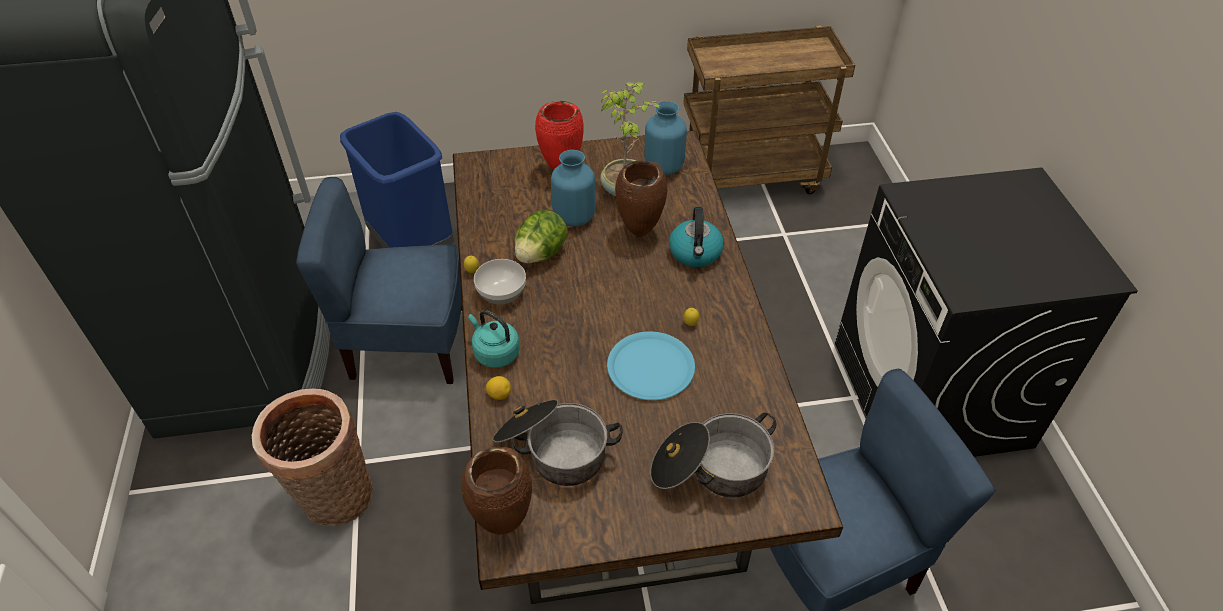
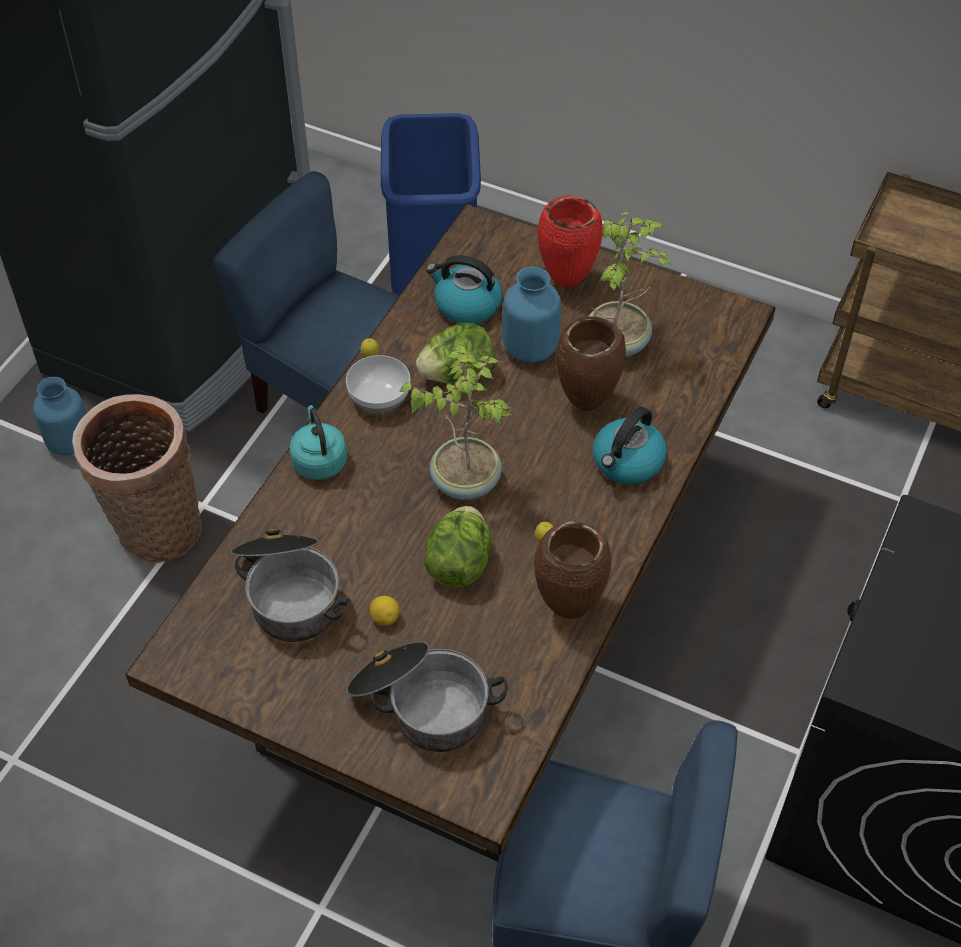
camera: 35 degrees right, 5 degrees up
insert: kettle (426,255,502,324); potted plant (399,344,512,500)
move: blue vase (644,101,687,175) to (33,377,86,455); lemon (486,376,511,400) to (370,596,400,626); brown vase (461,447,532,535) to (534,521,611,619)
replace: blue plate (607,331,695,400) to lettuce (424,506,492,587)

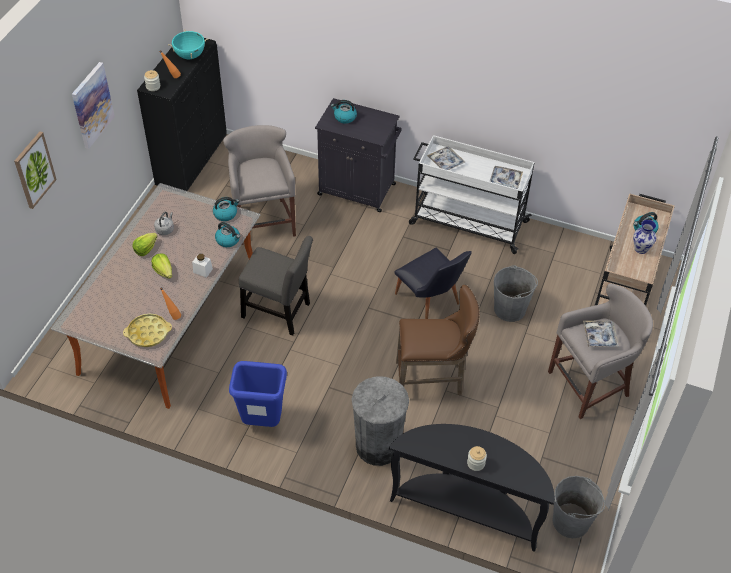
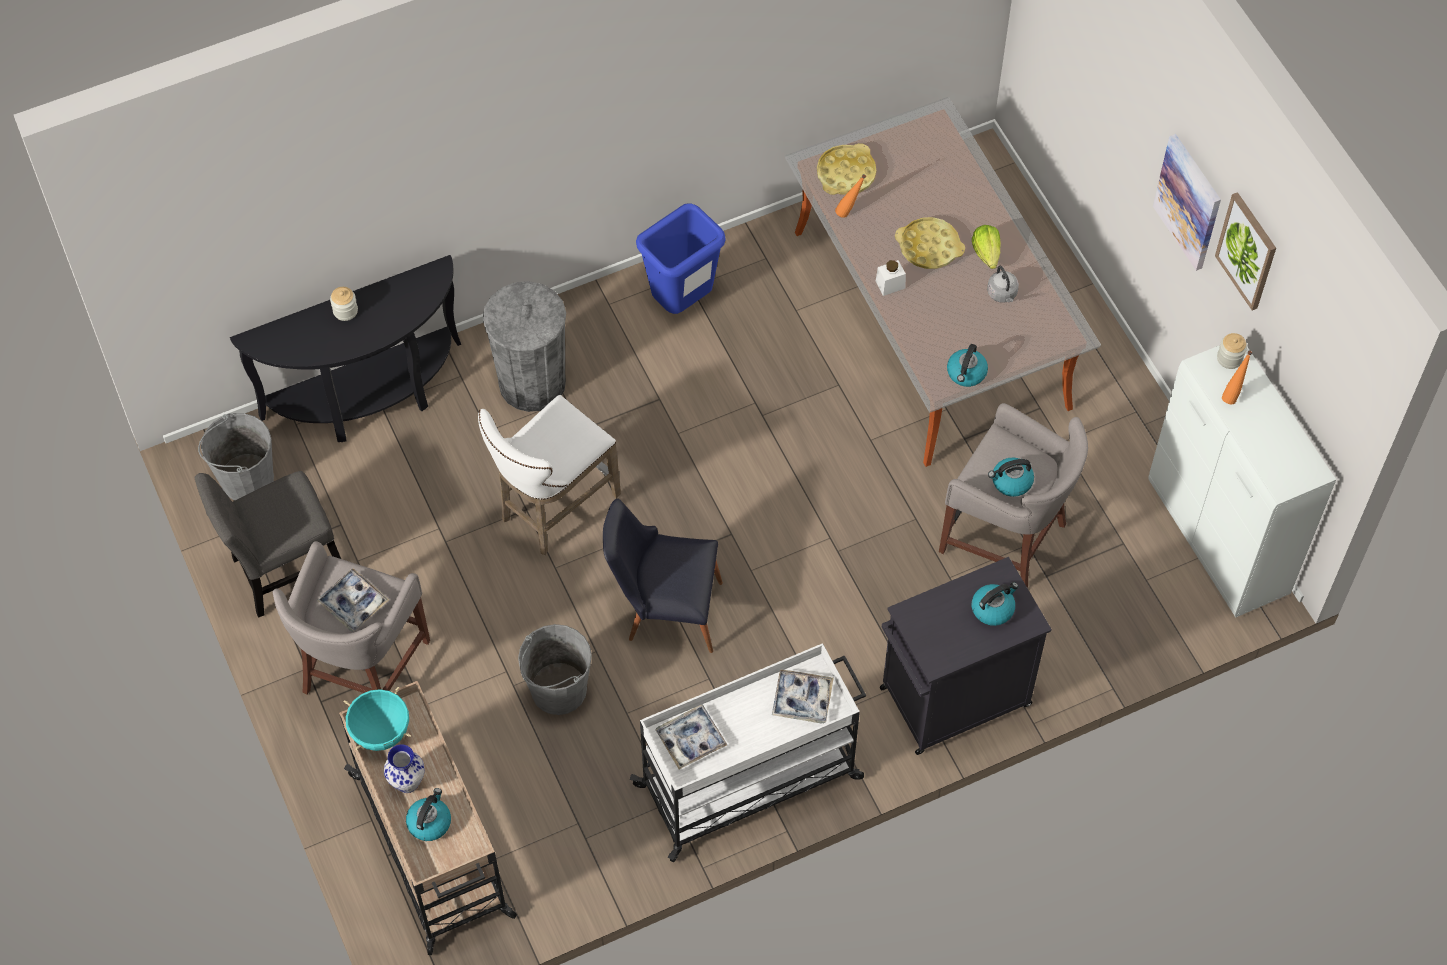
camera: 135 degrees right, 10 degrees up
move: turquoise cooking pot (168,30,209,59) to (344,687,411,751); picture (14,132,57,209) to (1215,192,1276,310); kettle (215,222,240,247) to (988,457,1034,497); grey chair (239,236,313,336) to (194,471,341,617)
replace: lettuce (151,253,172,279) to yellow tray (895,217,965,269)
recolor: black cabinet (137,38,227,191) to white cabinet (1148,345,1336,617); brown stool (396,285,480,396) to white stool (478,395,621,555)

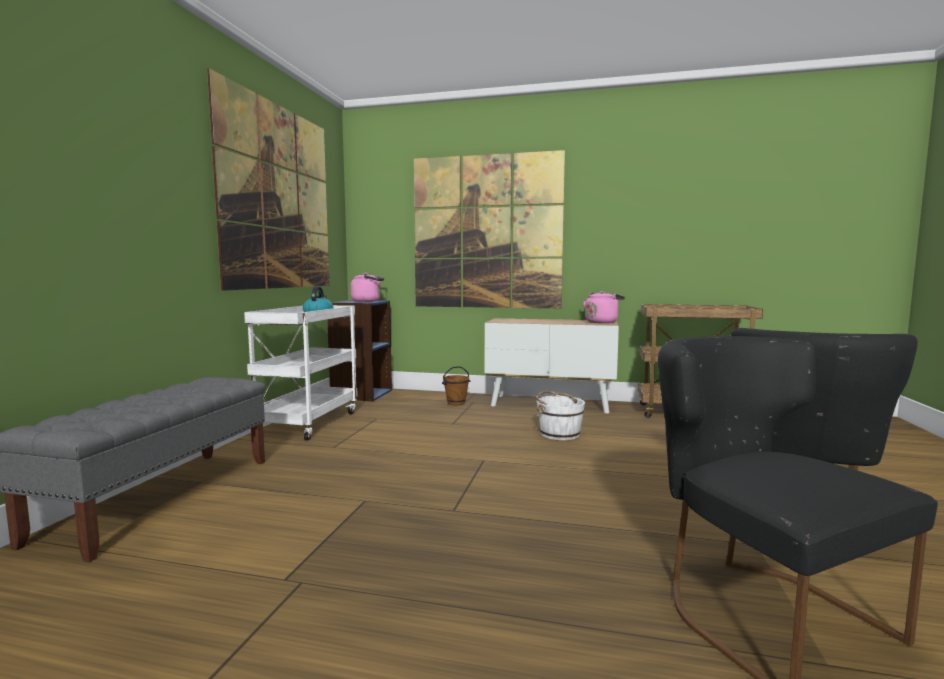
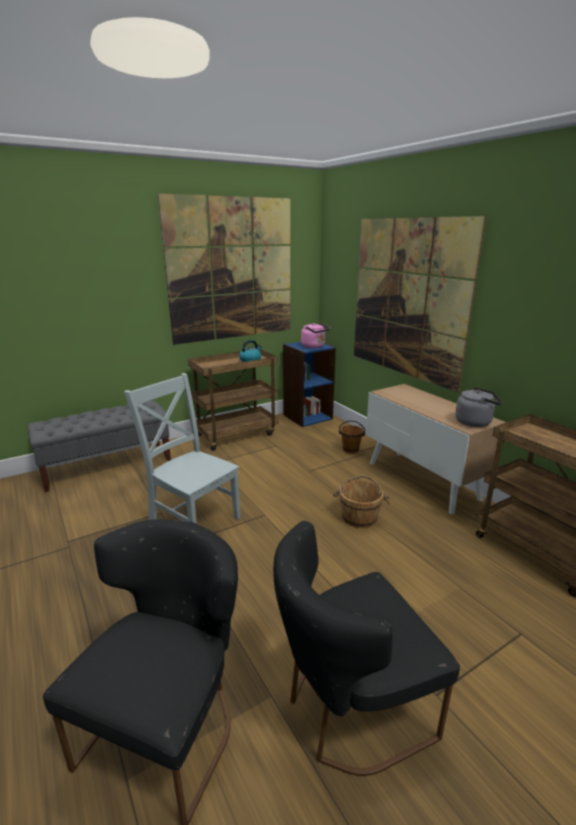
camera: 45 degrees right, 15 degrees up
insert: grey chair (124,373,241,524)
recolor: pink kettle (583,291,625,323) to grey kettle (455,387,502,427); white cart (244,305,358,440) to brown cart (188,349,278,451); white bucket (536,391,585,441) to brown bucket (333,475,390,528)

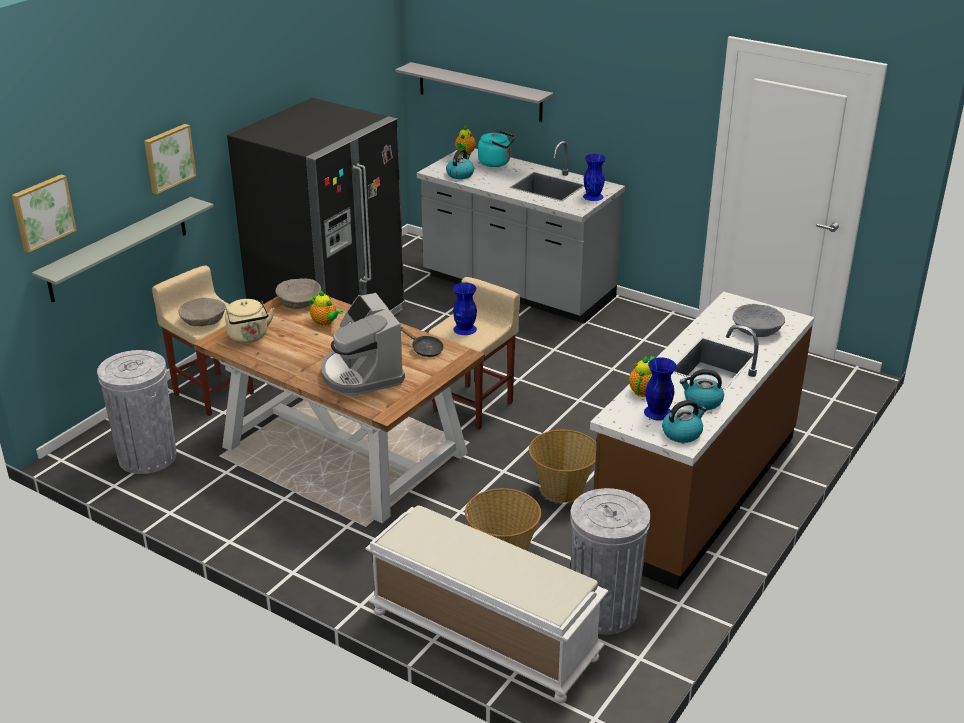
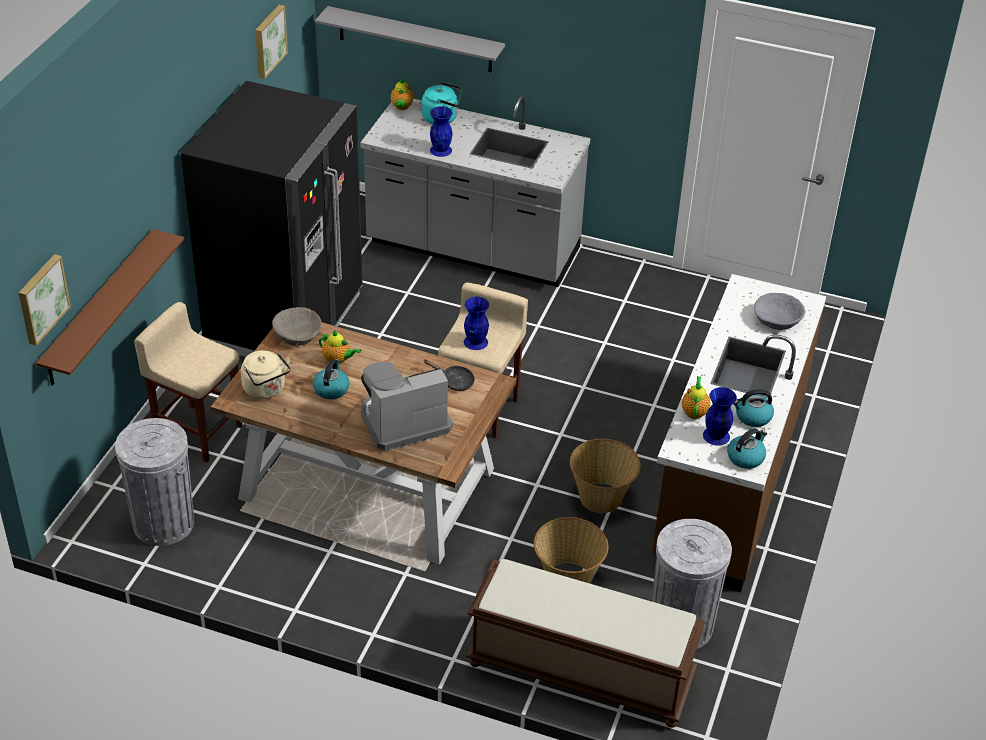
camera: 15 degrees left, 10 degrees up
delete: beige bowl (178,298,226,326)
move: picture (144,124,196,194) to (255,5,288,79); kettle (446,149,474,179) to (313,359,349,399); blue vase (583,154,606,201) to (430,106,453,157)
recolor: grey shelf (32,197,214,302) to brown shelf (36,229,184,386); white bench (365,505,608,703) to brown bench (466,559,706,728)
rotate: coffee machine (321,293,405,395) = (361,361,453,451) 105 degrees clockwise

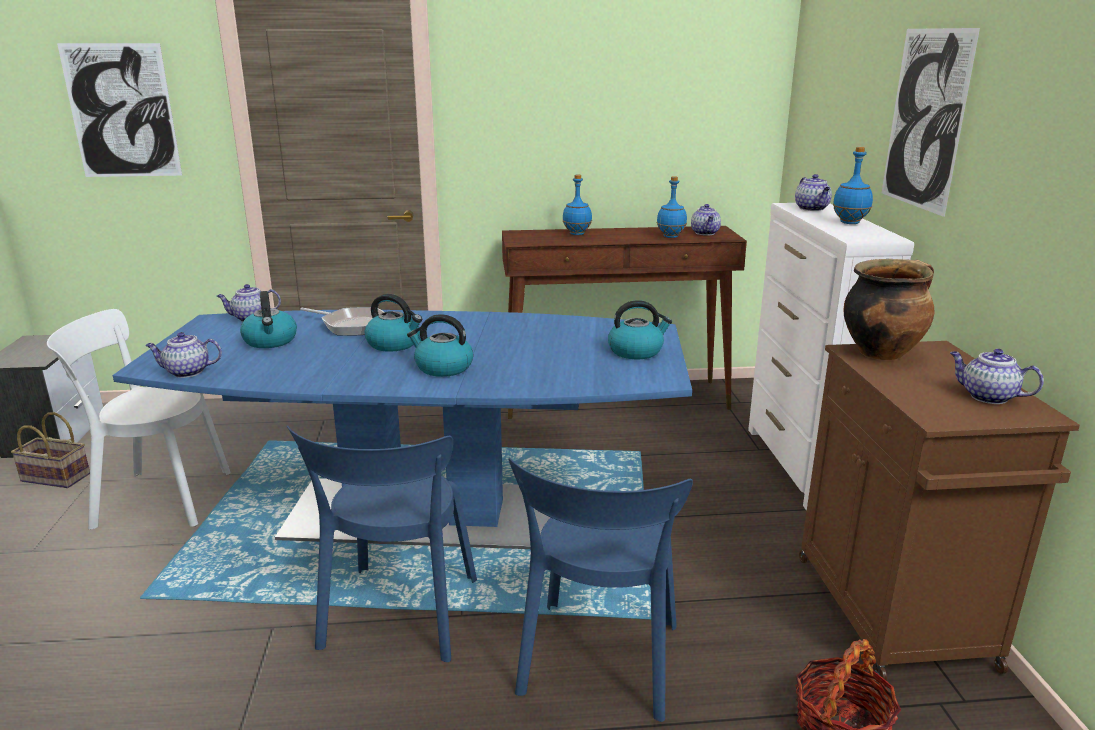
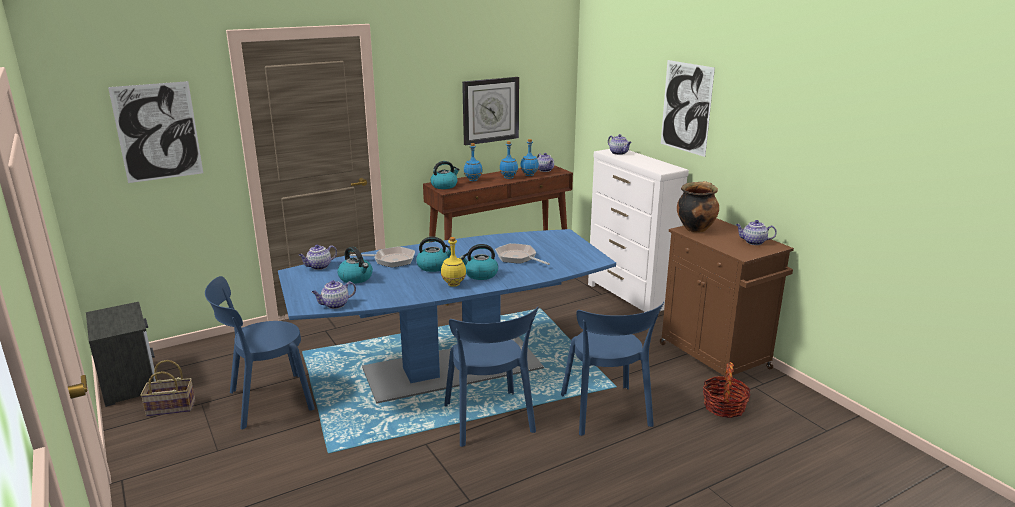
camera: 25 degrees left, 0 degrees up
insert: wall clock (462,77,519,145); yellow bottle (441,237,466,287); frying pan (495,243,550,265)
move: blue bottle (833,147,873,224) to (499,141,518,179); kettle (608,300,672,359) to (430,161,460,189)
recolor: white chair (47,309,231,530) to blue chair (205,276,315,430)

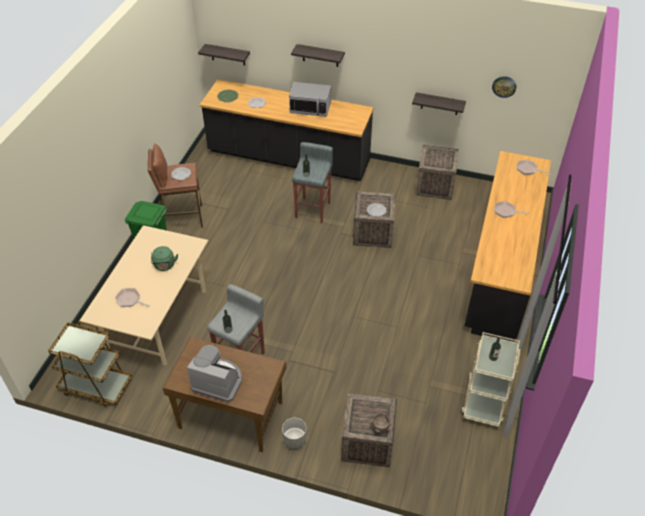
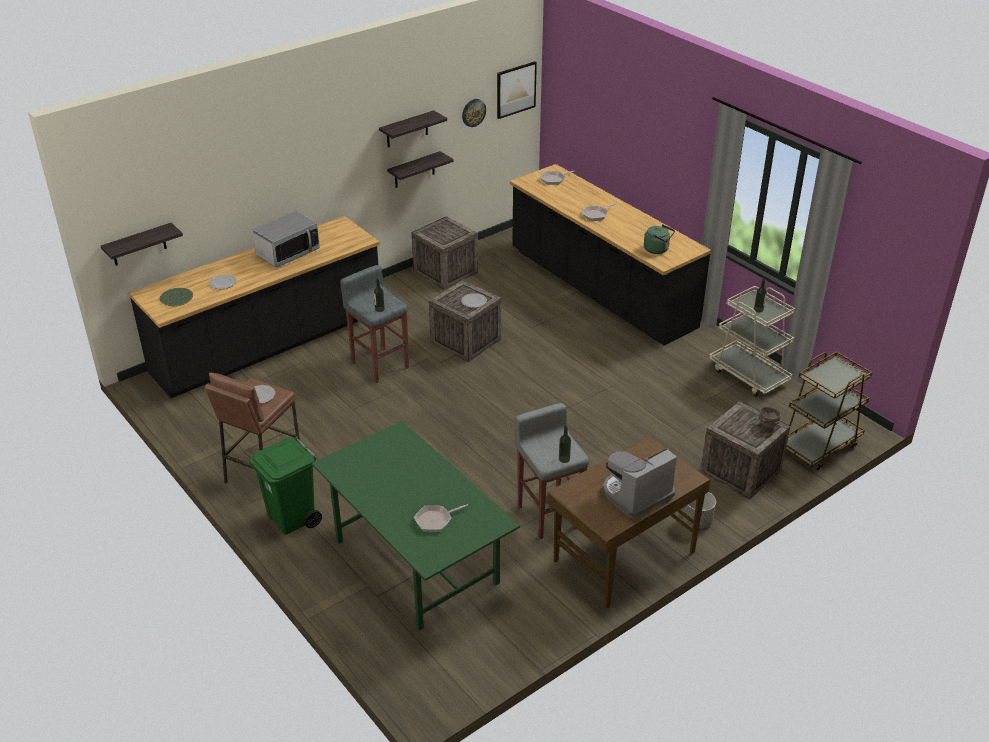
camera: 55 degrees left, 10 degrees down
insert: picture (497,61,537,119)
move: shelf (291,44,345,67) to (379,110,447,147); green kettle (151,246,178,271) to (644,224,675,254); brown cart (48,322,132,406) to (786,351,873,470)
recolor: beige dining table (79,225,208,365) to green dining table (312,421,520,631)

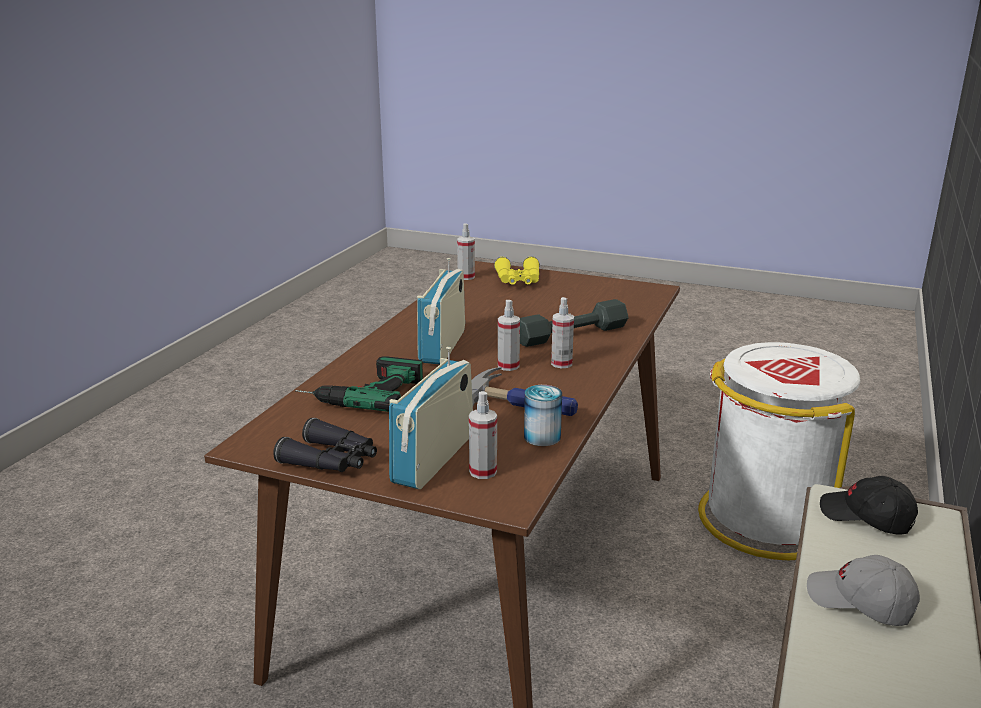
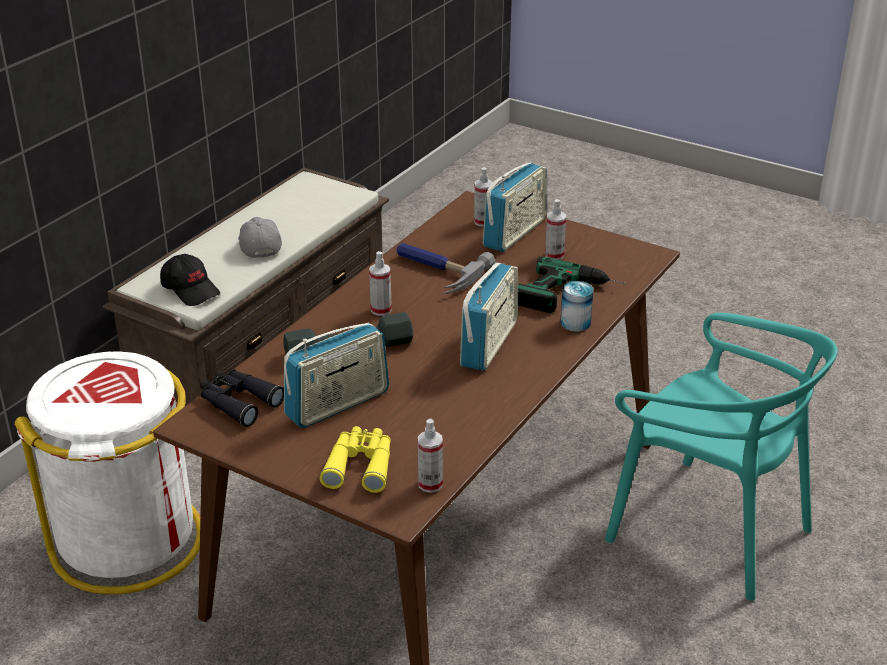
camera: 170 degrees left, 10 degrees up
insert: turquoise chair (605,313,837,601); radio (284,323,389,428)
move: spray bottle (498,300,520,371) to (545,199,566,260); can (524,385,562,446) to (560,281,593,332); black binoculars (273,418,377,472) to (200,369,284,427)
rotate: grey cap (807,555,920,626) = (238,217,282,258) 150 degrees counterclockwise

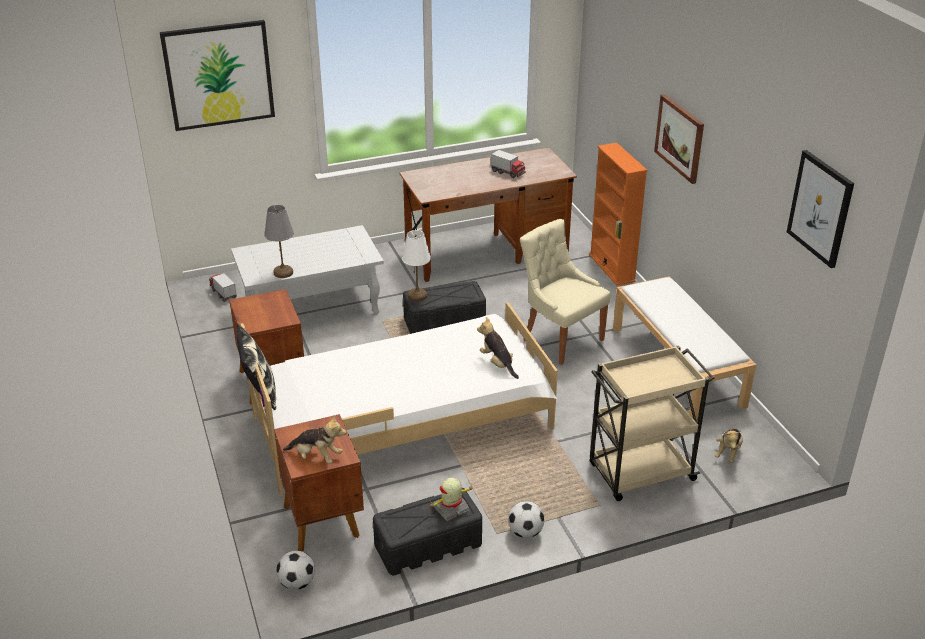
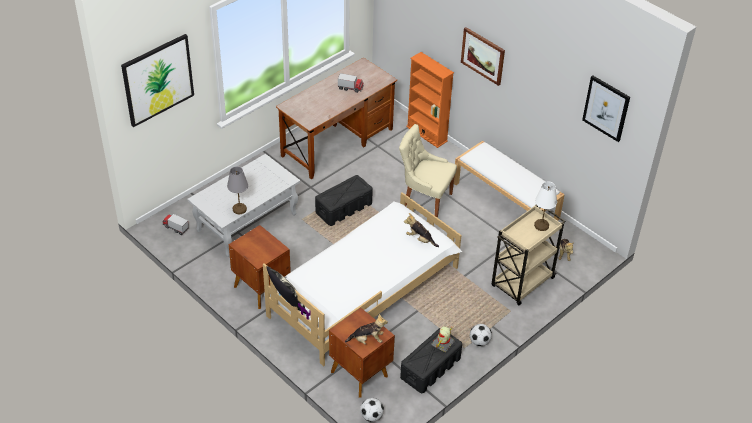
camera: 25 degrees left, 10 degrees up
move: white table lamp (402,230,431,301) to (534,182,557,231)

